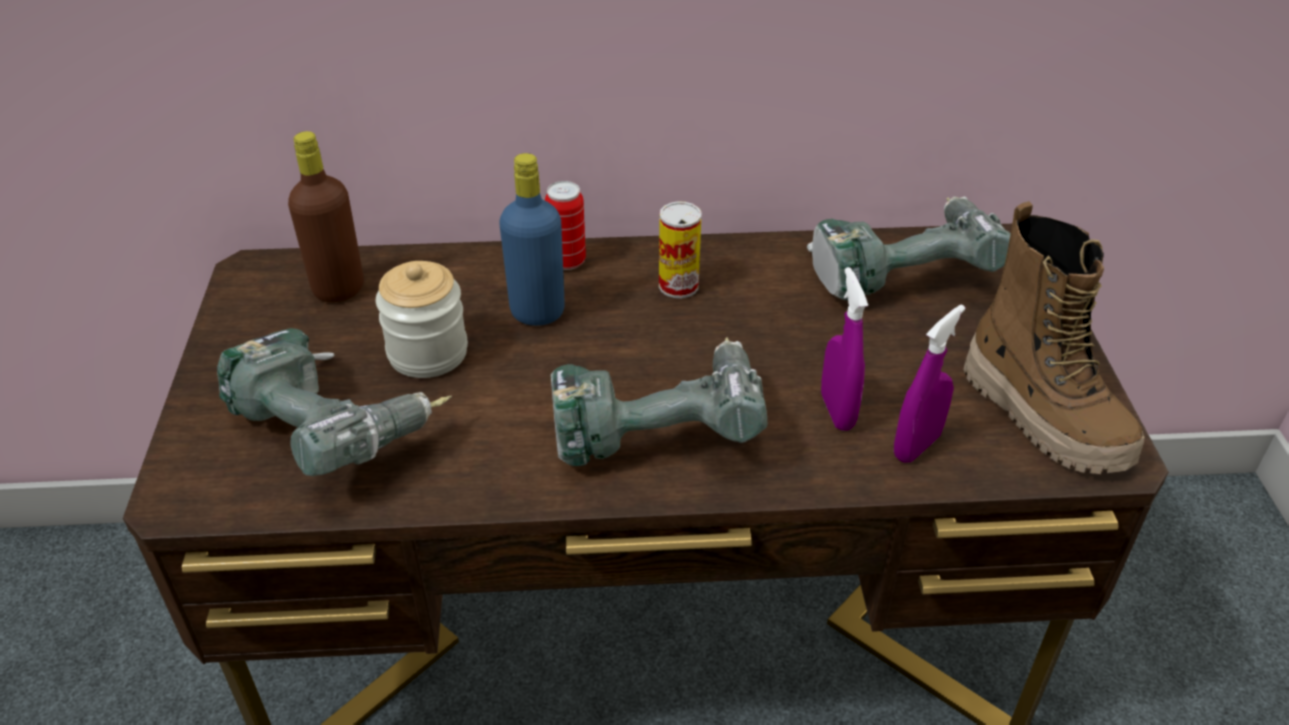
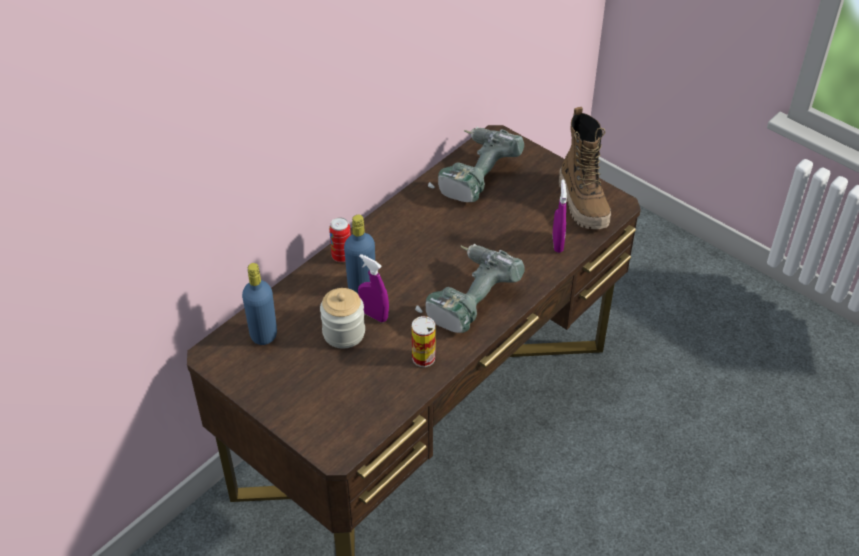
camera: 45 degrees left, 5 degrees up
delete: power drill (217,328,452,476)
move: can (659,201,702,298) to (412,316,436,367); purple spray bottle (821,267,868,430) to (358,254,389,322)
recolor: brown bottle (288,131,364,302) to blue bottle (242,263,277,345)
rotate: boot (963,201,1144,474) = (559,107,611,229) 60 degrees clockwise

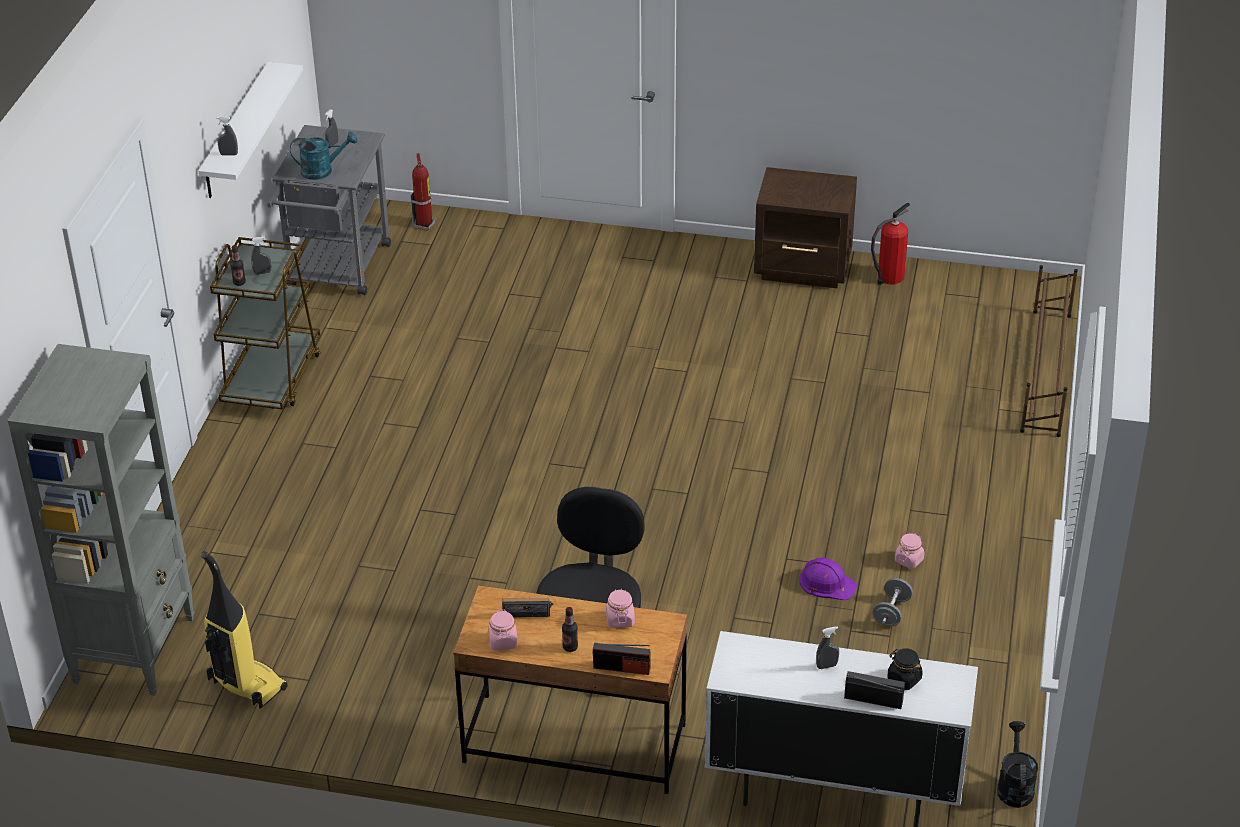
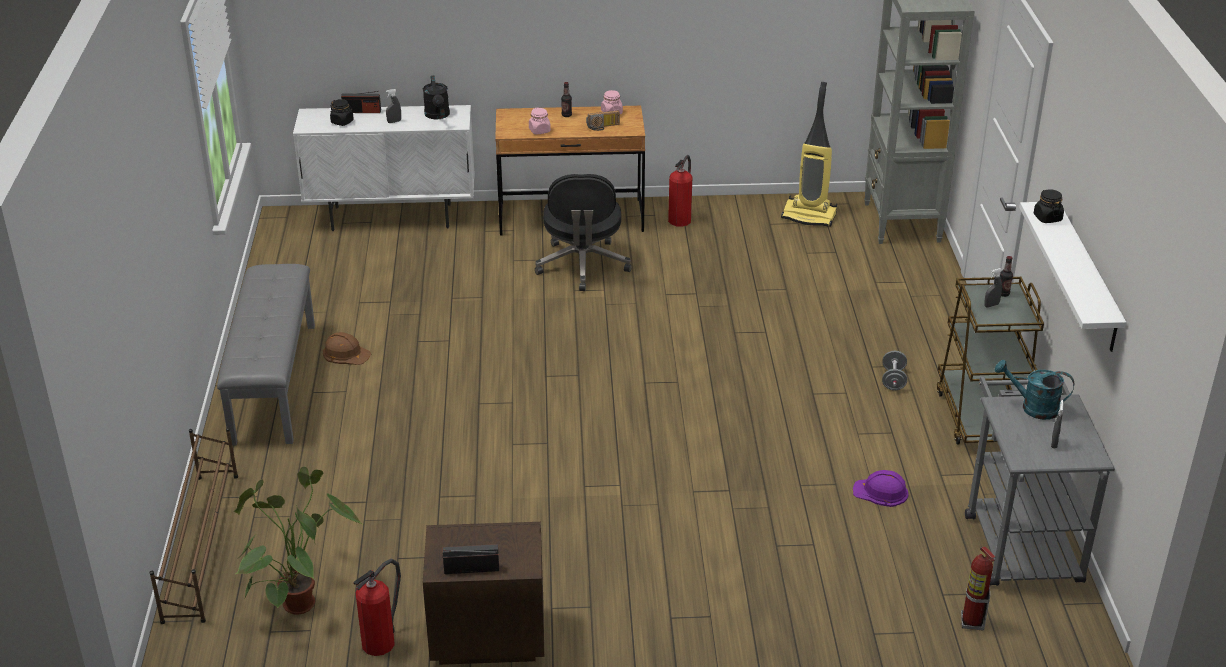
camera: 165 degrees right, 5 degrees down
insert: fire extinguisher (668,155,692,227); grey bench (217,264,315,445); potted plant (234,466,363,615)
move: purple hard hat (799,558,858,600) to (853,470,908,507); grey dumbbell (873,578,913,626) to (882,351,907,390); radio (593,643,651,675) to (443,544,499,574); black watering can (997,721,1038,808) to (423,76,450,119)
replace: grey spray bottle (216,117,238,156) to black jar (1034,189,1064,223); pink jar (895,533,925,569) to brown hard hat (323,332,372,365)
rotate: turquoise watering can (290,132,358,180) = (995,360,1074,420) 45 degrees clockwise

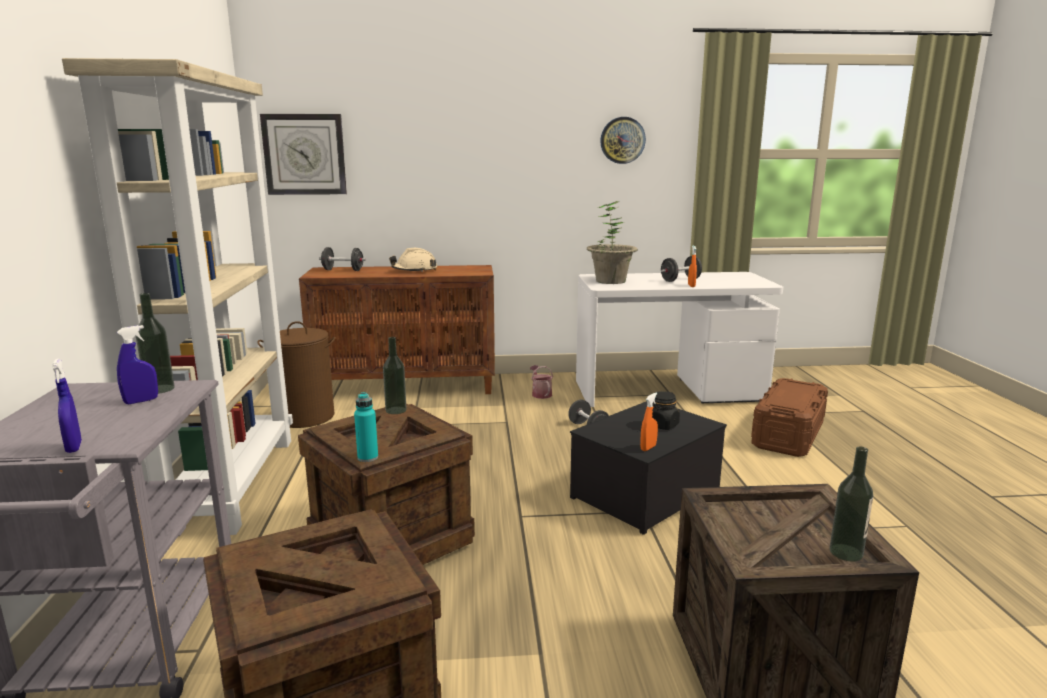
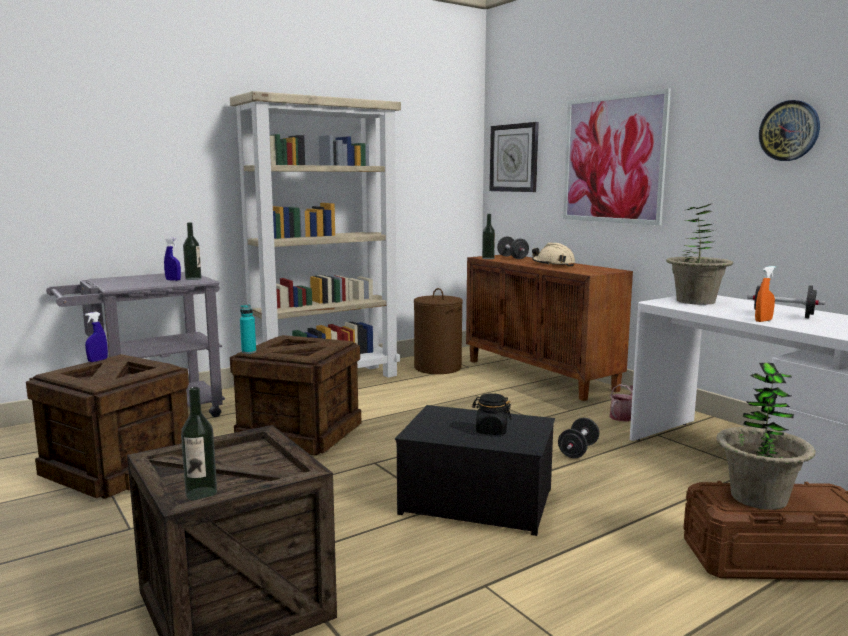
camera: 60 degrees right, 5 degrees down
delete: orange spray bottle (640,393,658,451)
insert: picture (563,88,671,225); potted plant (716,363,816,510)
move: bottle (383,337,407,414) to (482,214,495,259); blue spray bottle (52,359,82,453) to (85,312,108,362)

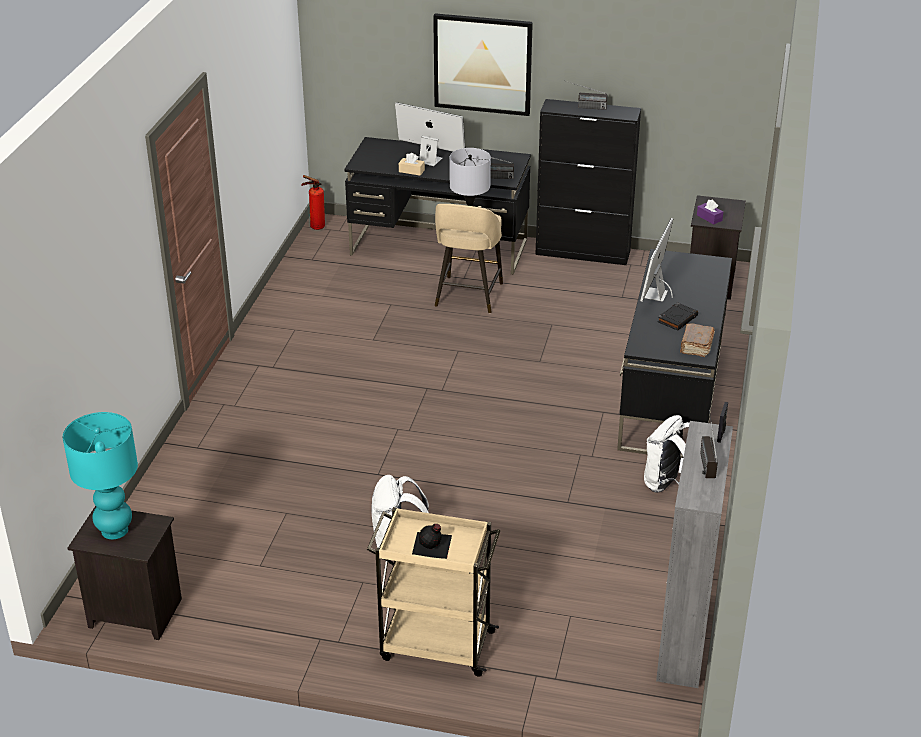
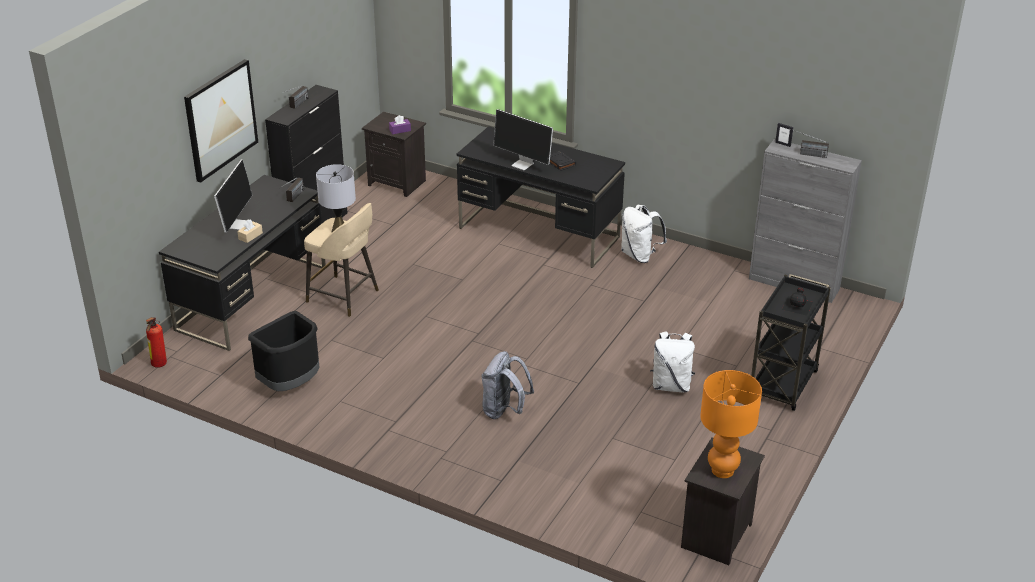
camera: 75 degrees left, 0 degrees up
delete: brown book (680,323,715,357)
insert: black trash can (248,311,320,391); grey backpack (481,351,534,419)
recolor: turquoise table lamp (63,412,138,539) to orange table lamp (700,370,762,478); beige cart (367,507,500,677) to black cart (751,274,831,411)
rotate: monitor (395,102,465,166) = (214,160,252,232) 150 degrees clockwise

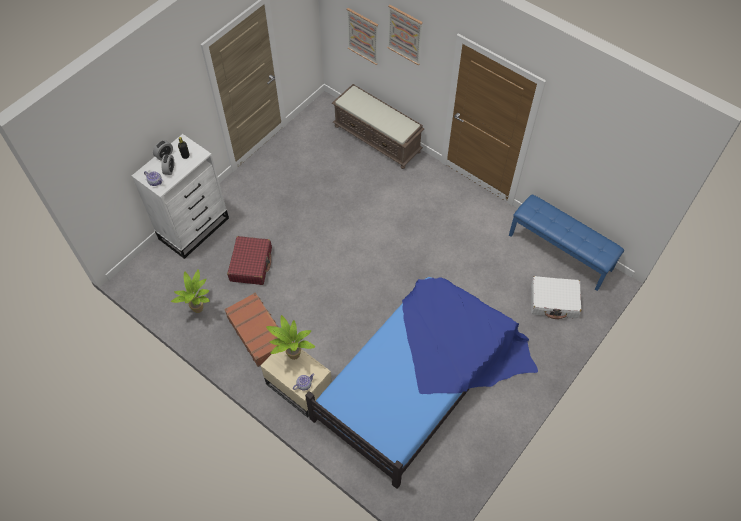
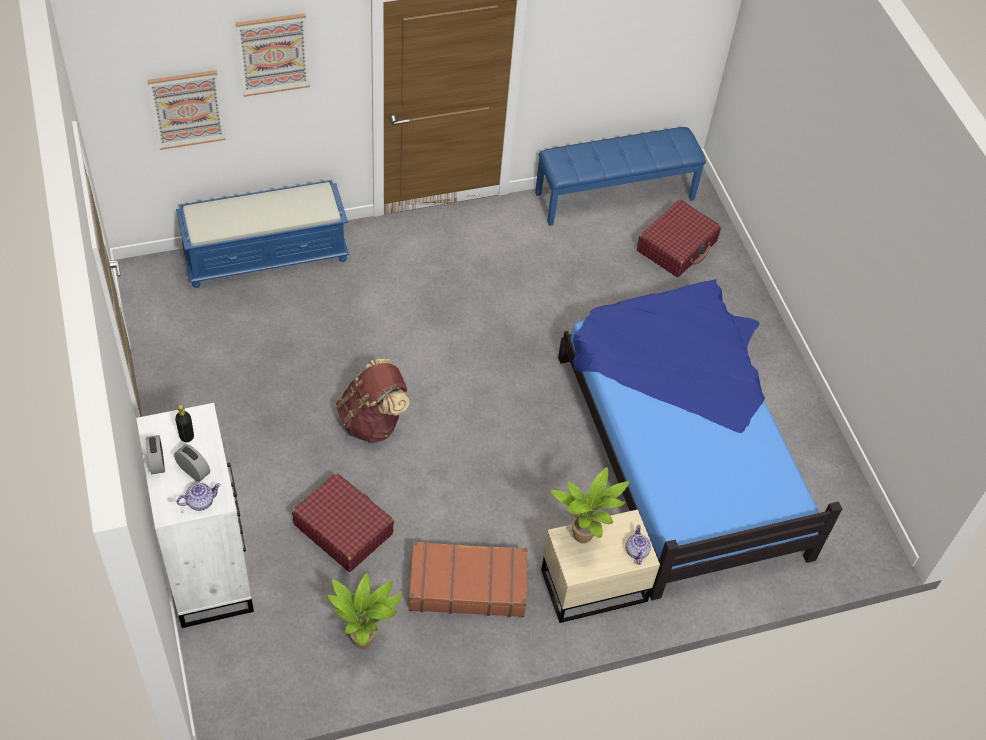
camera: 60 degrees left, 5 degrees down
insert: brown backpack (336,359,409,443)
recolor: brown bench (332,84,424,169) to blue bench (176,180,349,288); white suitcase (531,276,581,319) to red suitcase (637,200,721,277)

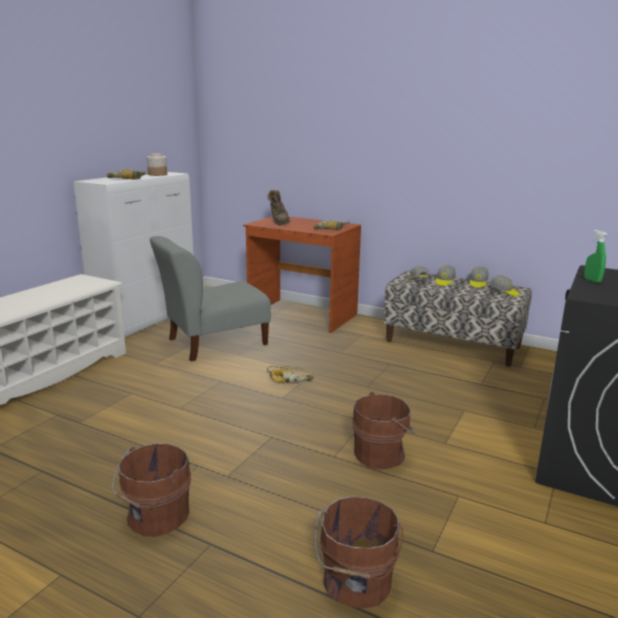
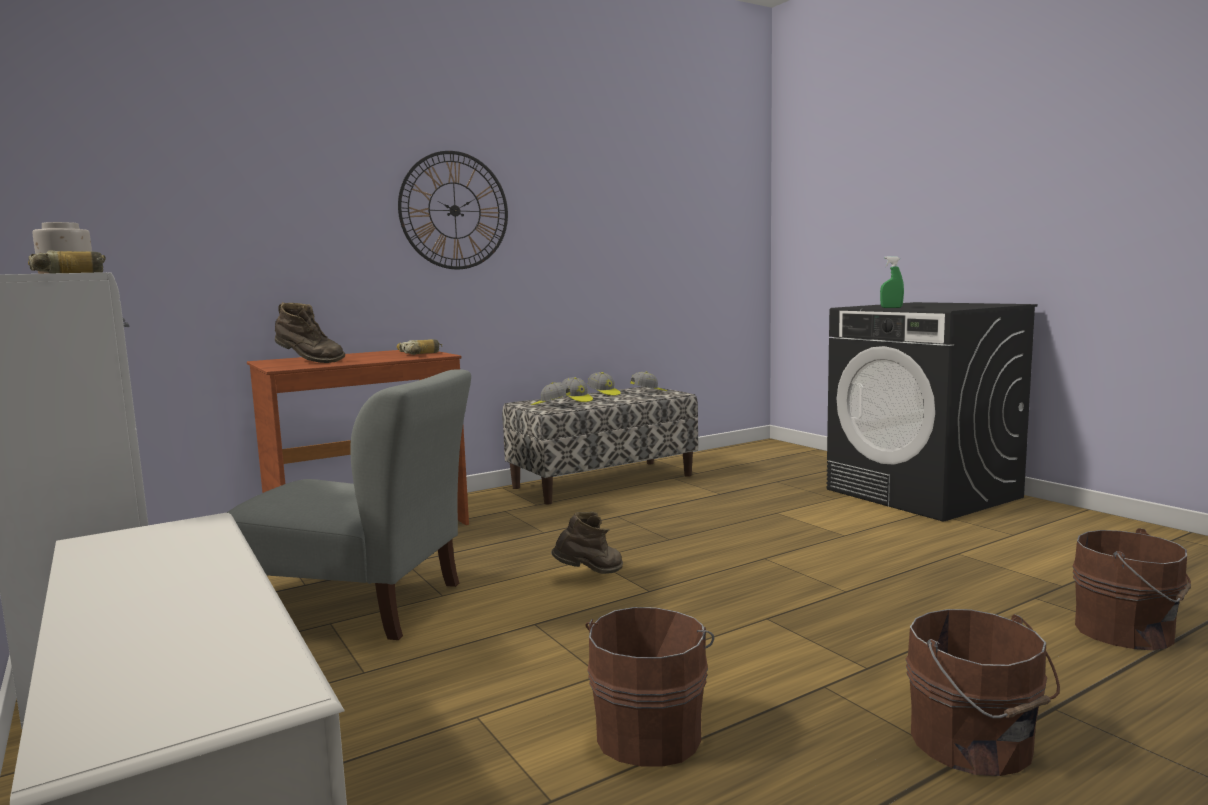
camera: 60 degrees left, 10 degrees down
insert: wall clock (398,151,508,269)
move: brown bucket (352,392,415,469) to (585,607,715,767)
replace: power drill (267,366,314,383) to brown boot (551,512,623,574)
rotate: grey chair (150,236,271,361) = (227,369,471,640) 75 degrees counterclockwise

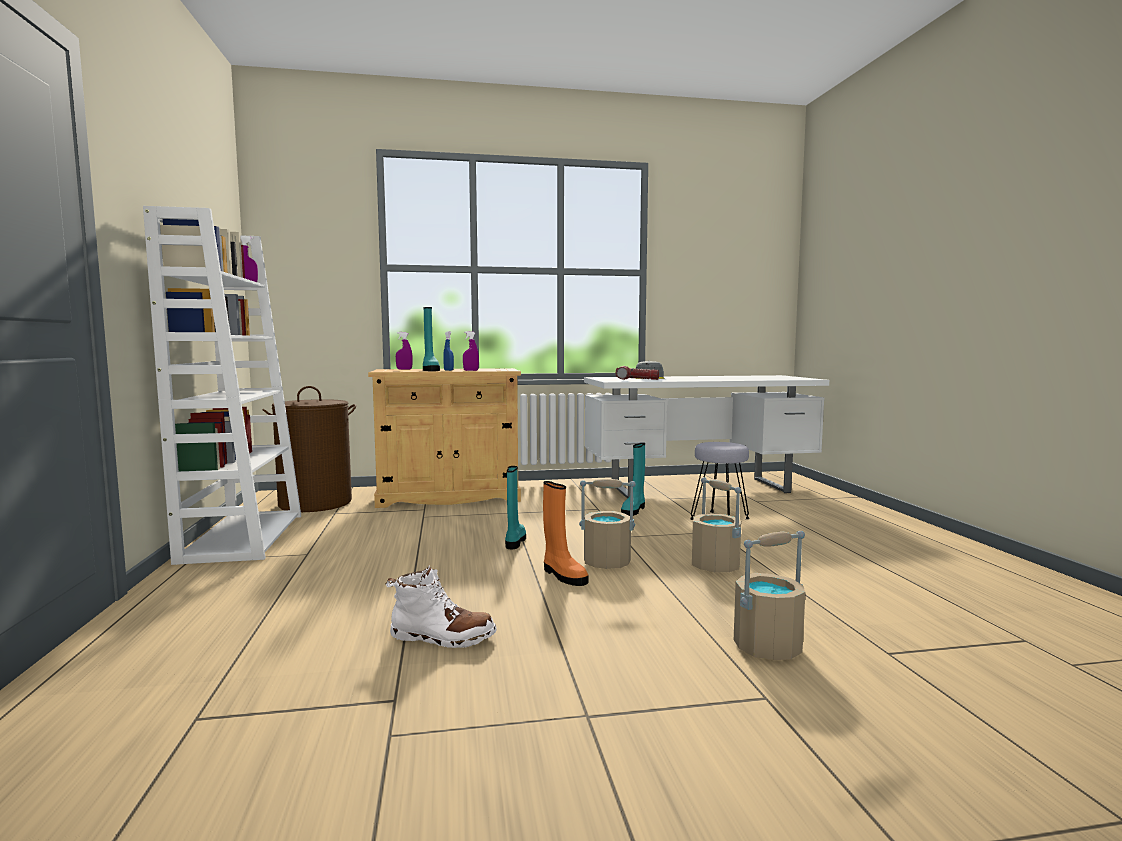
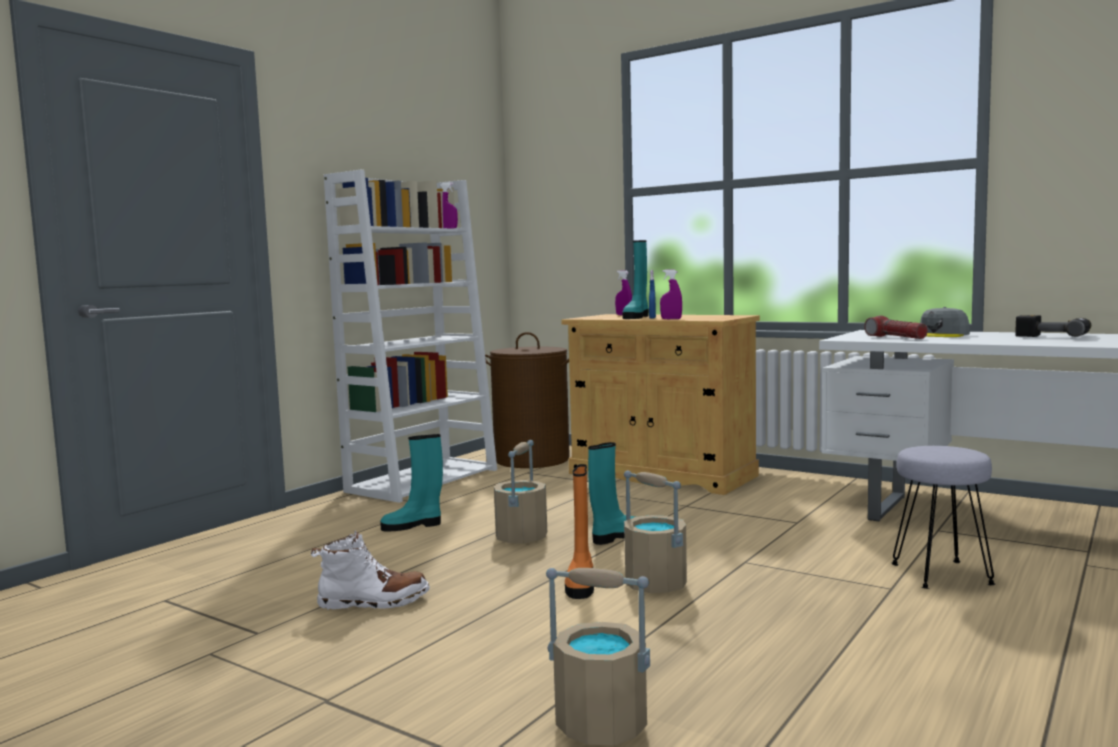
camera: 45 degrees right, 0 degrees up
insert: power drill (1015,315,1091,337)
move: turquoise boot (621,443,645,516) to (380,434,443,531); beige bucket (692,477,741,573) to (494,440,547,544)
rotate: white boot (385,565,497,648) = (311,530,430,610) 60 degrees counterclockwise

